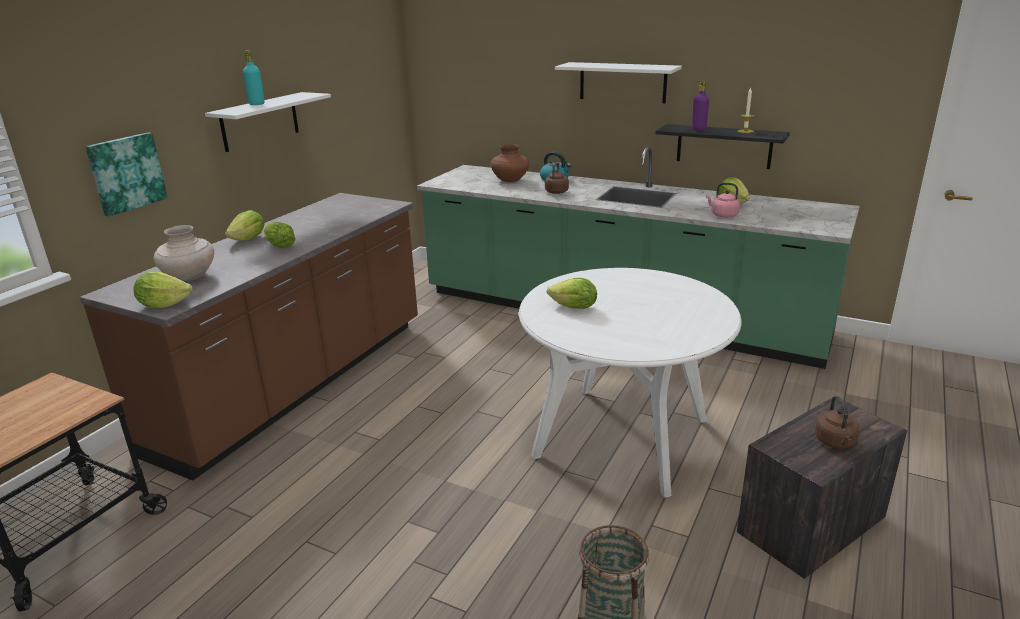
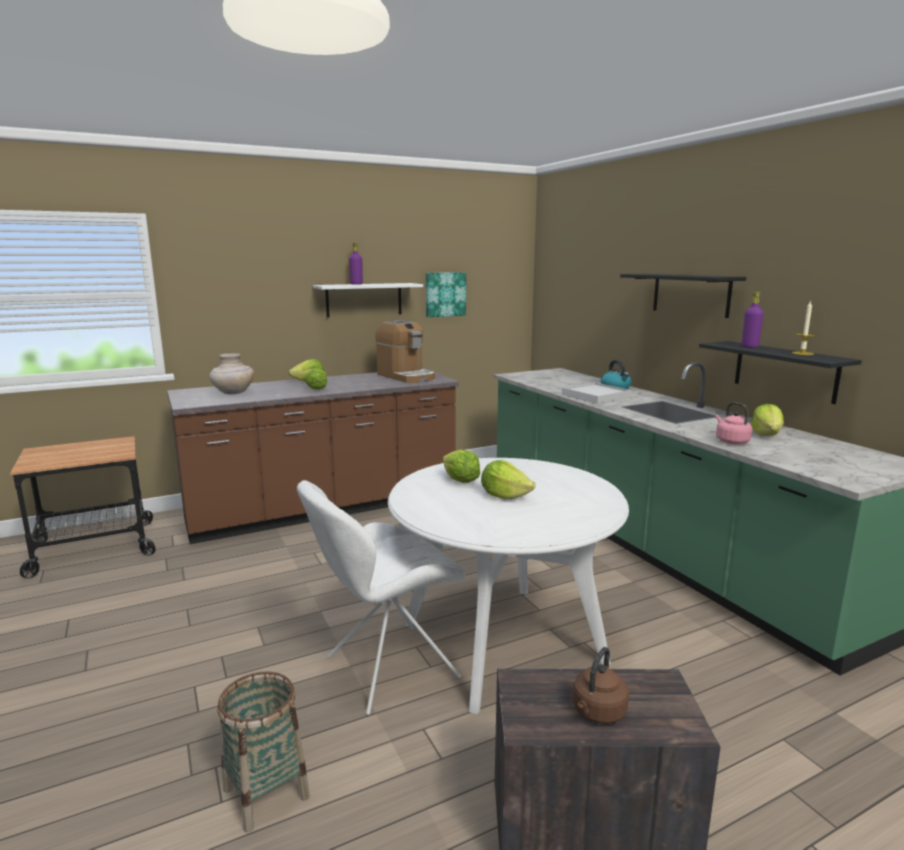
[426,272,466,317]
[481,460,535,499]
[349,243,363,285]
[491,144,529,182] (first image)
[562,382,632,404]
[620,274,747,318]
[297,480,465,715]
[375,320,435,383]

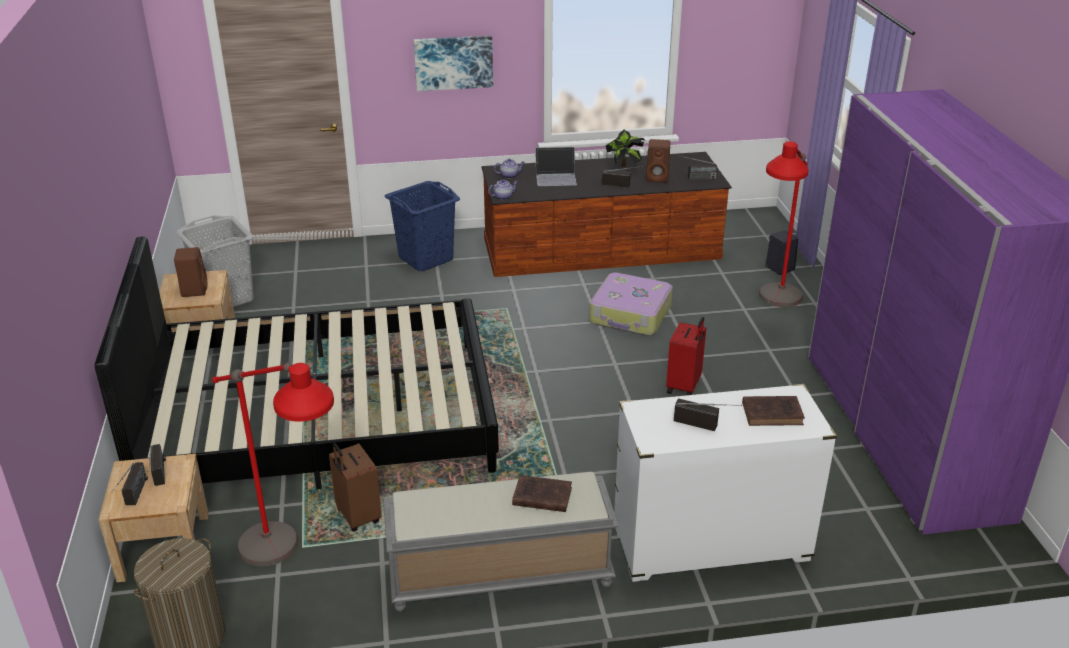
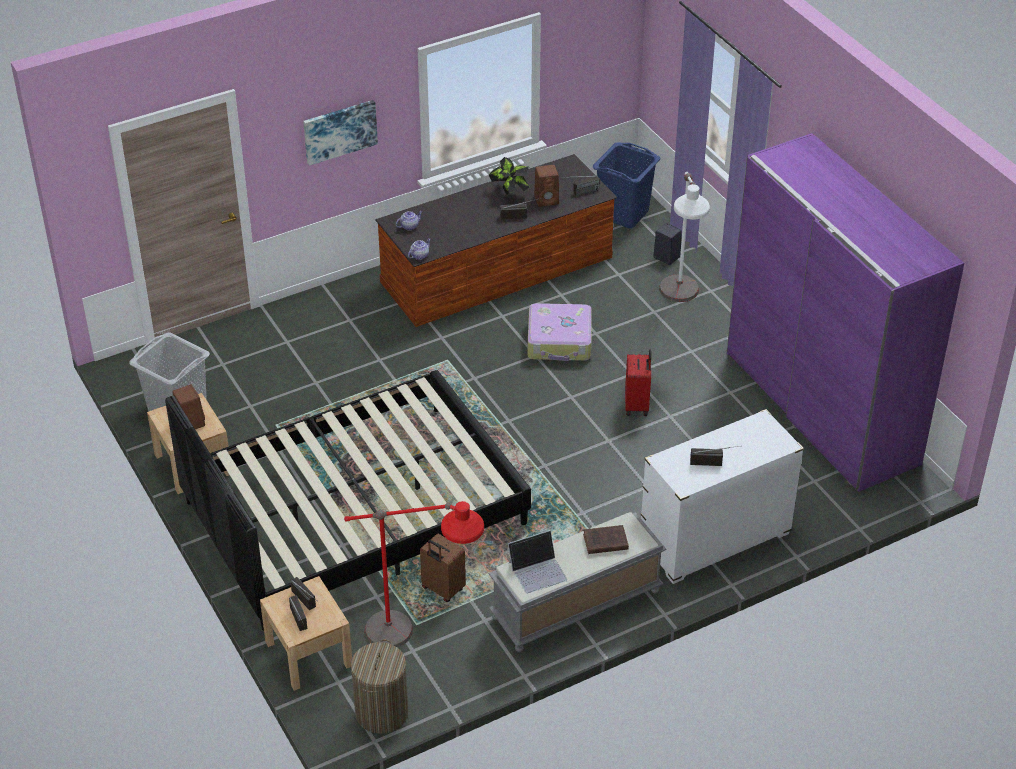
[593,142,660,228]
[508,530,567,594]
[742,396,805,426] (first image)
[659,172,710,302]

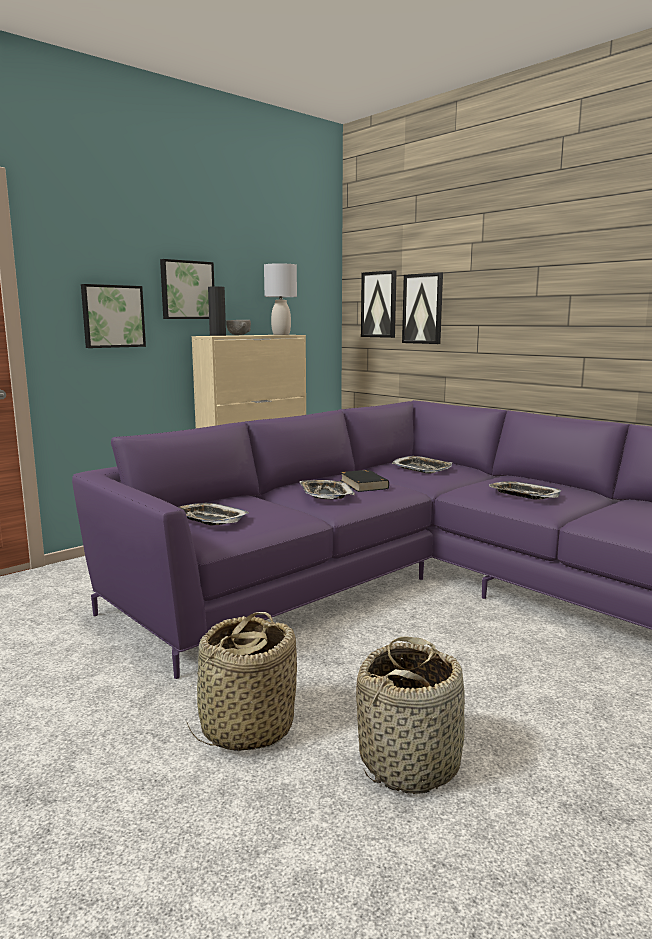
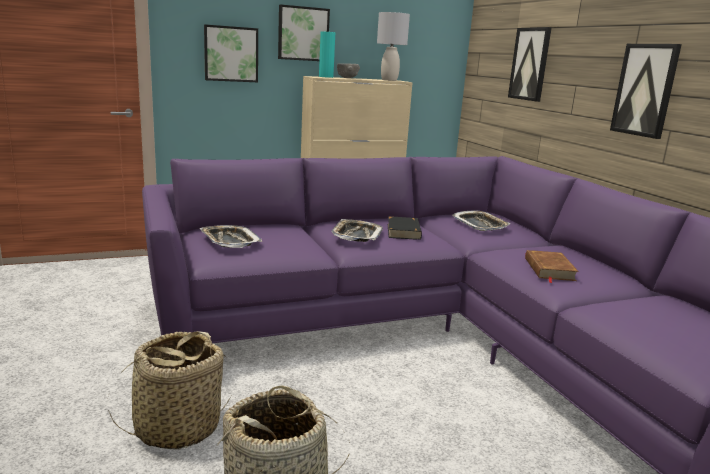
[319,31,335,78]
[610,44,682,139]
[525,250,579,283]

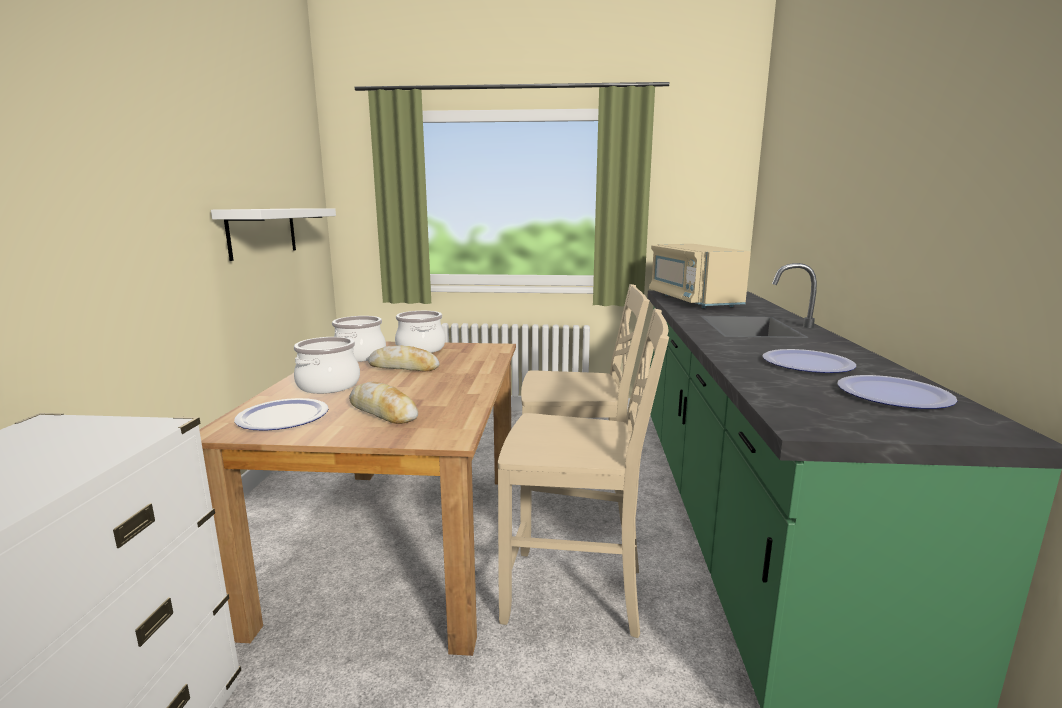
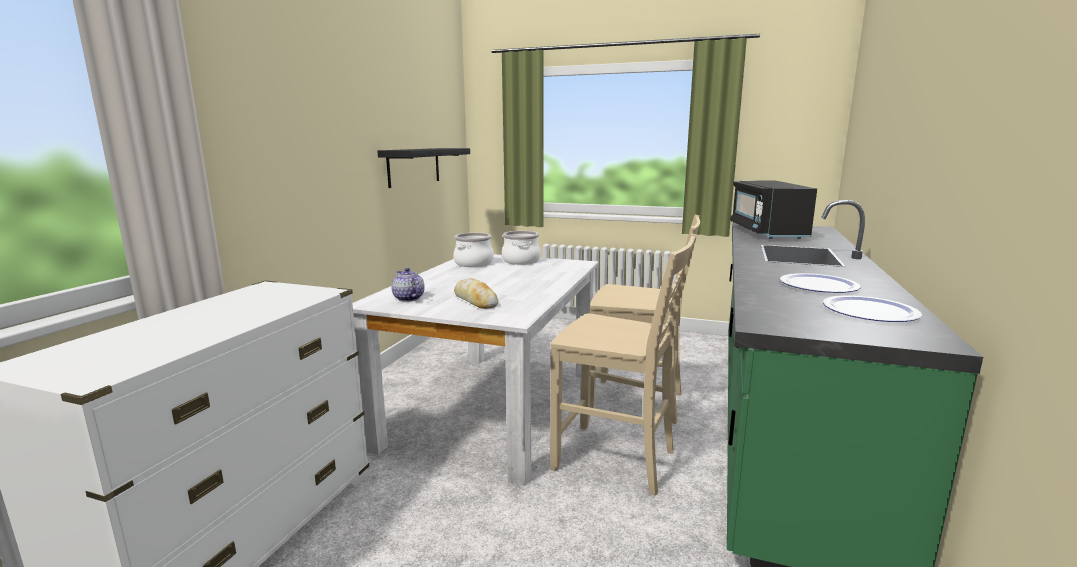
[352,254,599,486]
[378,148,470,188]
[392,268,425,302]
[294,337,360,394] (first image)
[368,345,439,372] (first image)
[730,181,817,239]

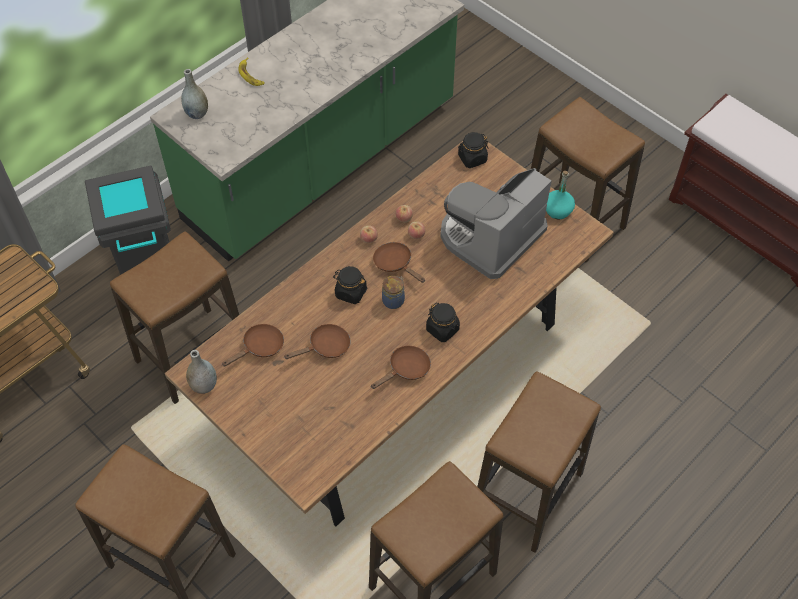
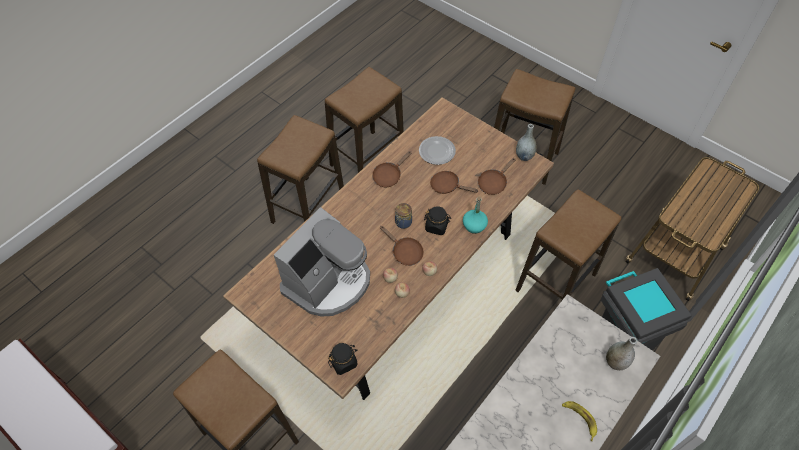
[430,171,478,194]
[426,303,460,342] (first image)
[463,196,488,234]
[419,136,456,165]

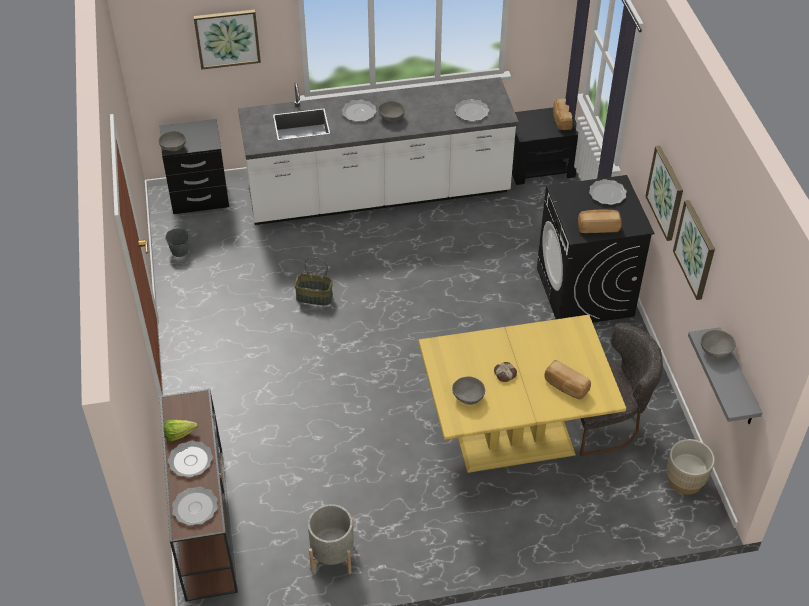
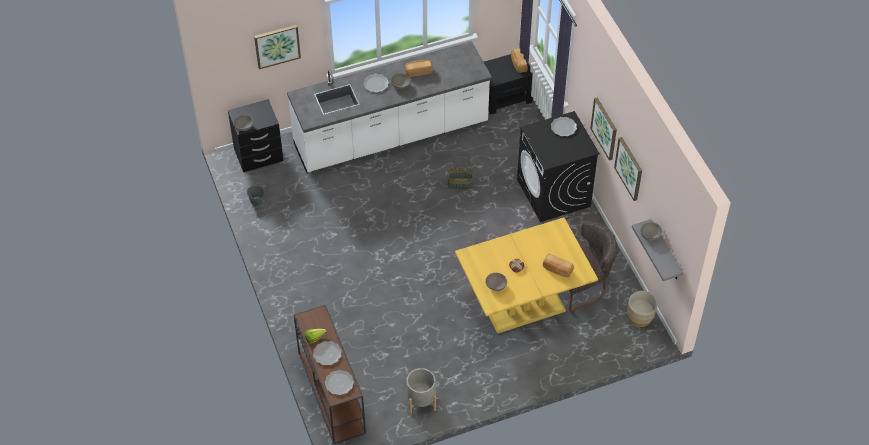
[447,157,474,189]
[454,99,489,121] (first image)
[405,60,433,77]

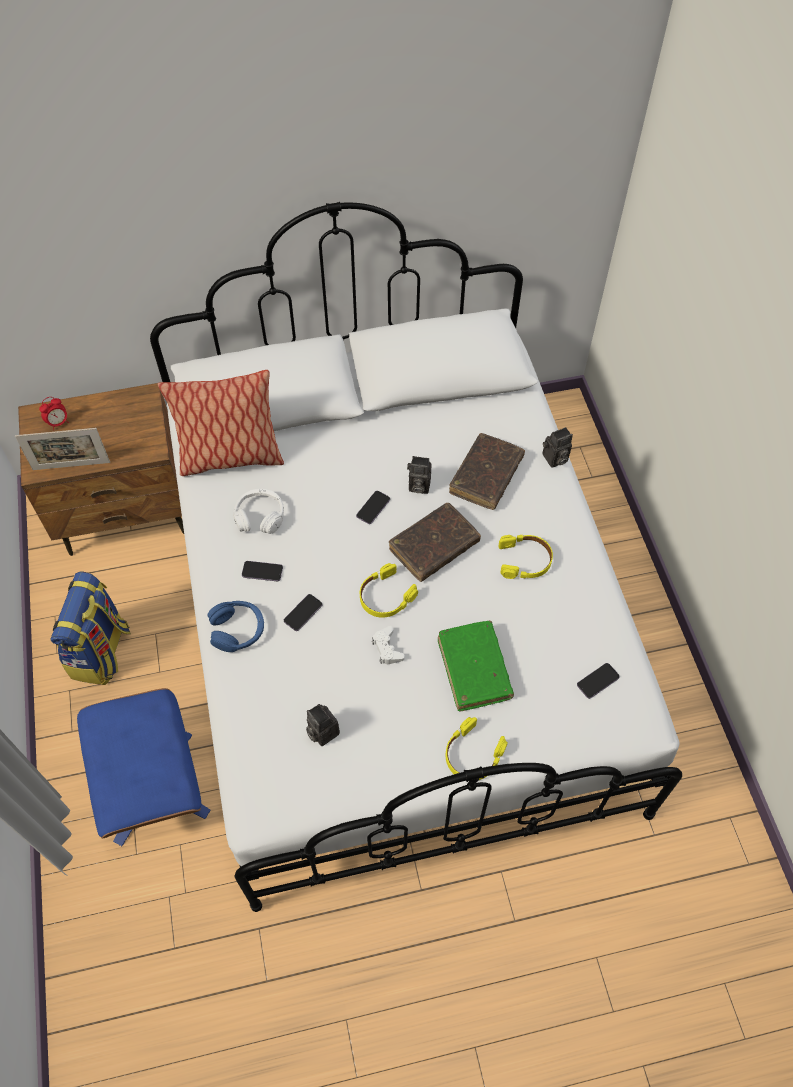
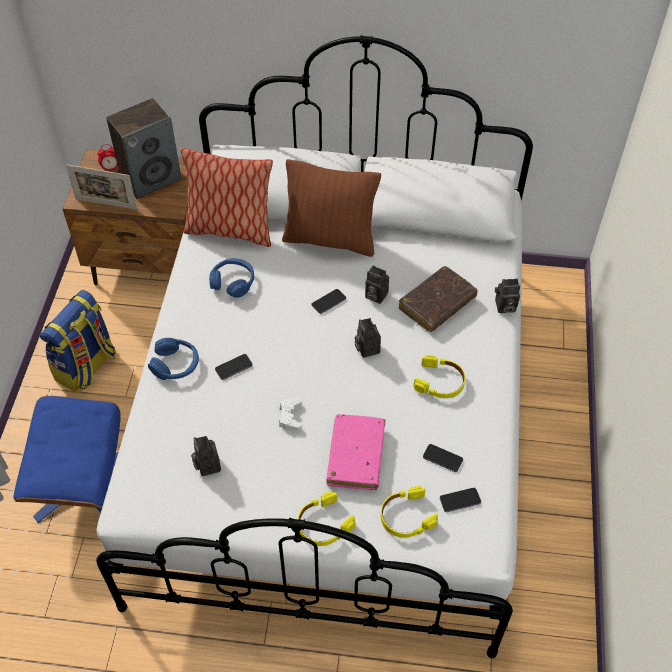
[209,258,254,298]
[423,444,463,472]
[381,486,438,538]
[355,318,381,358]
[326,414,386,490]
[106,98,181,199]
[282,159,381,257]

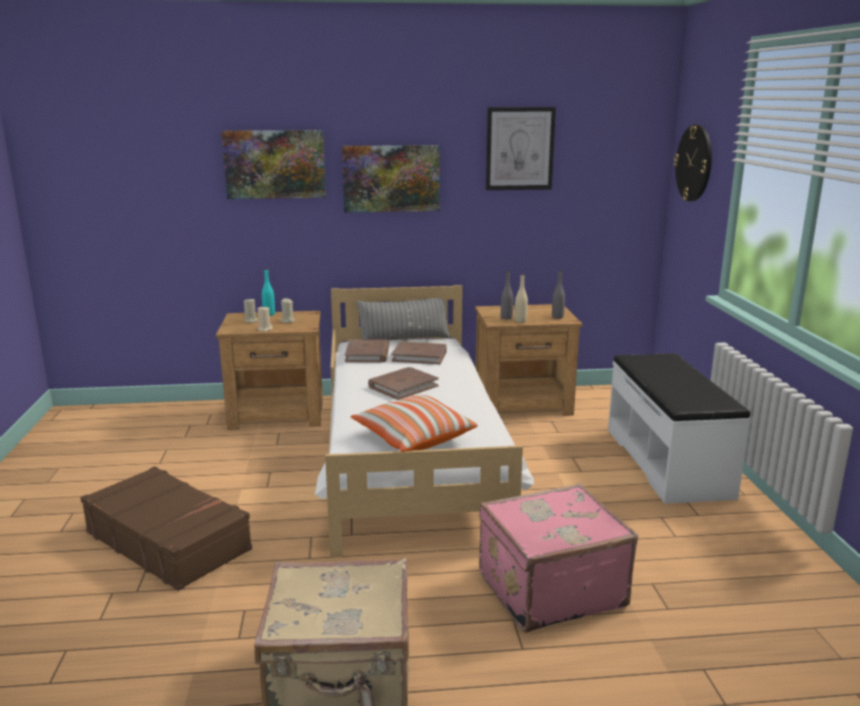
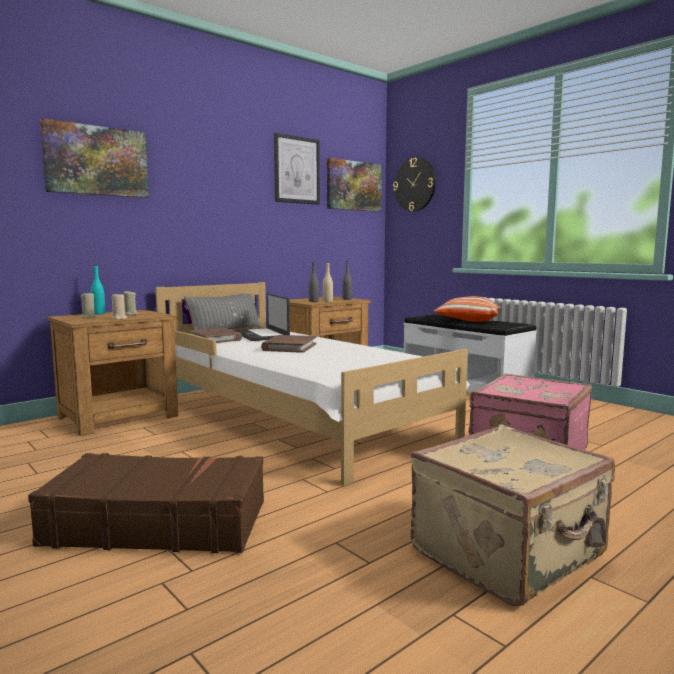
[327,158,382,212]
[434,296,499,322]
[234,294,290,341]

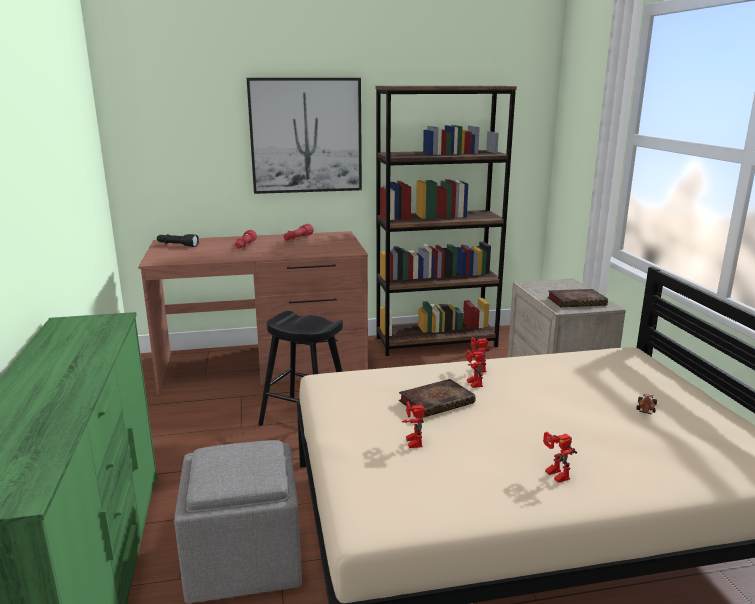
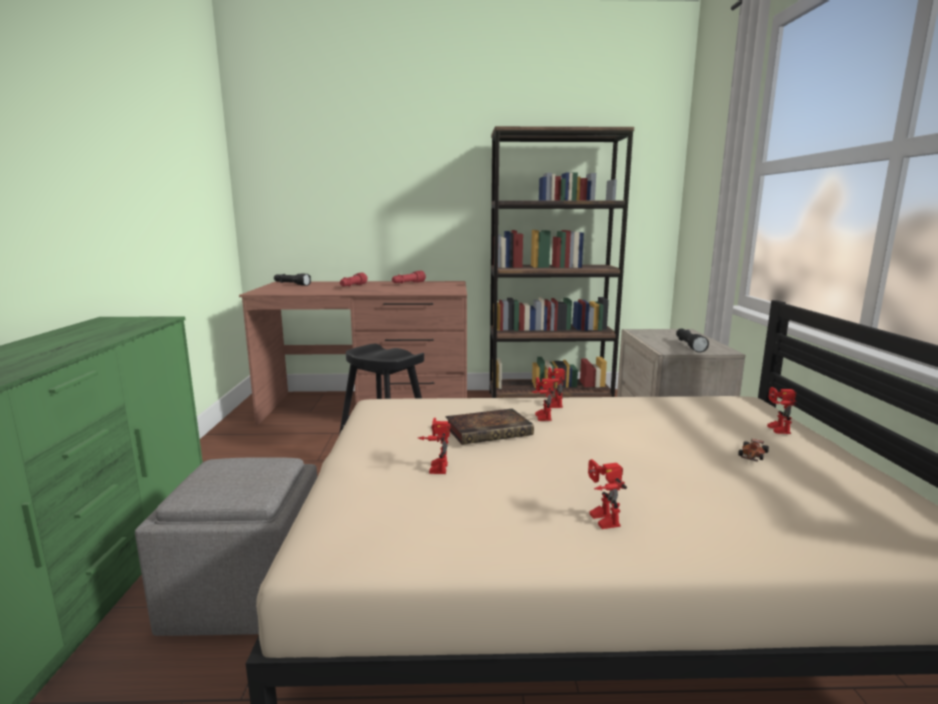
[247,78,362,194] (first image)
[676,328,709,353]
[767,387,798,434]

